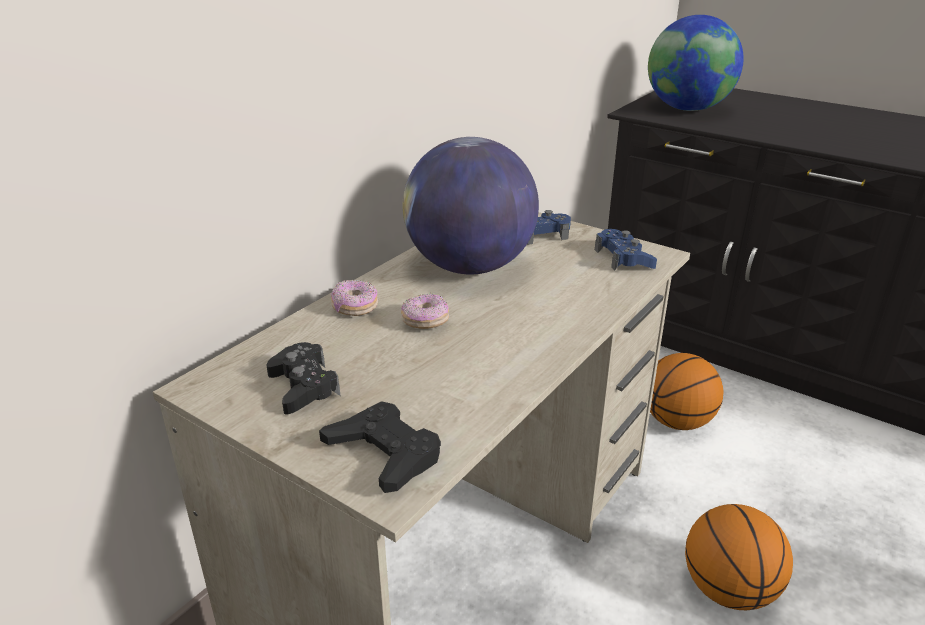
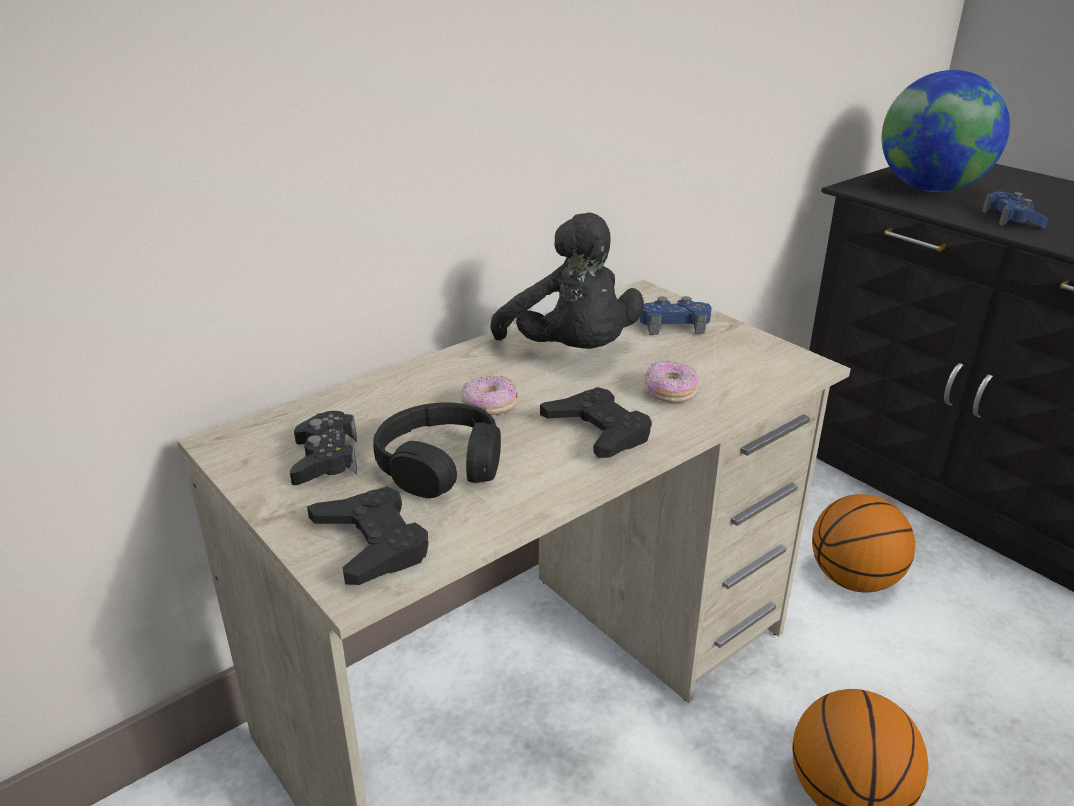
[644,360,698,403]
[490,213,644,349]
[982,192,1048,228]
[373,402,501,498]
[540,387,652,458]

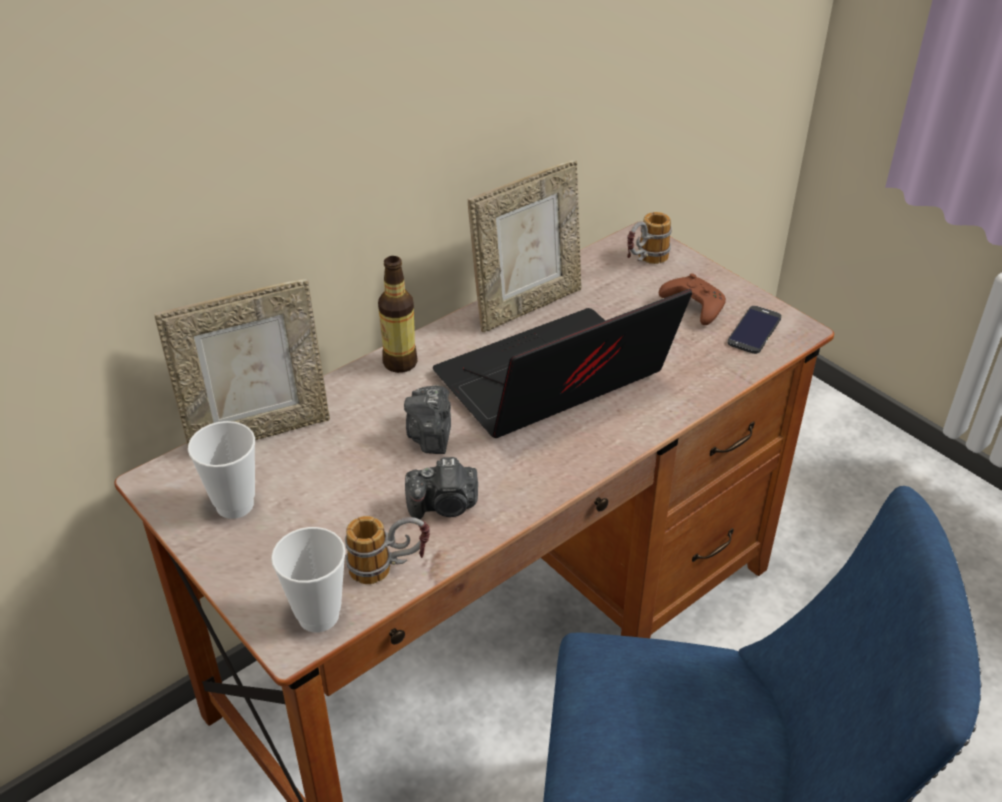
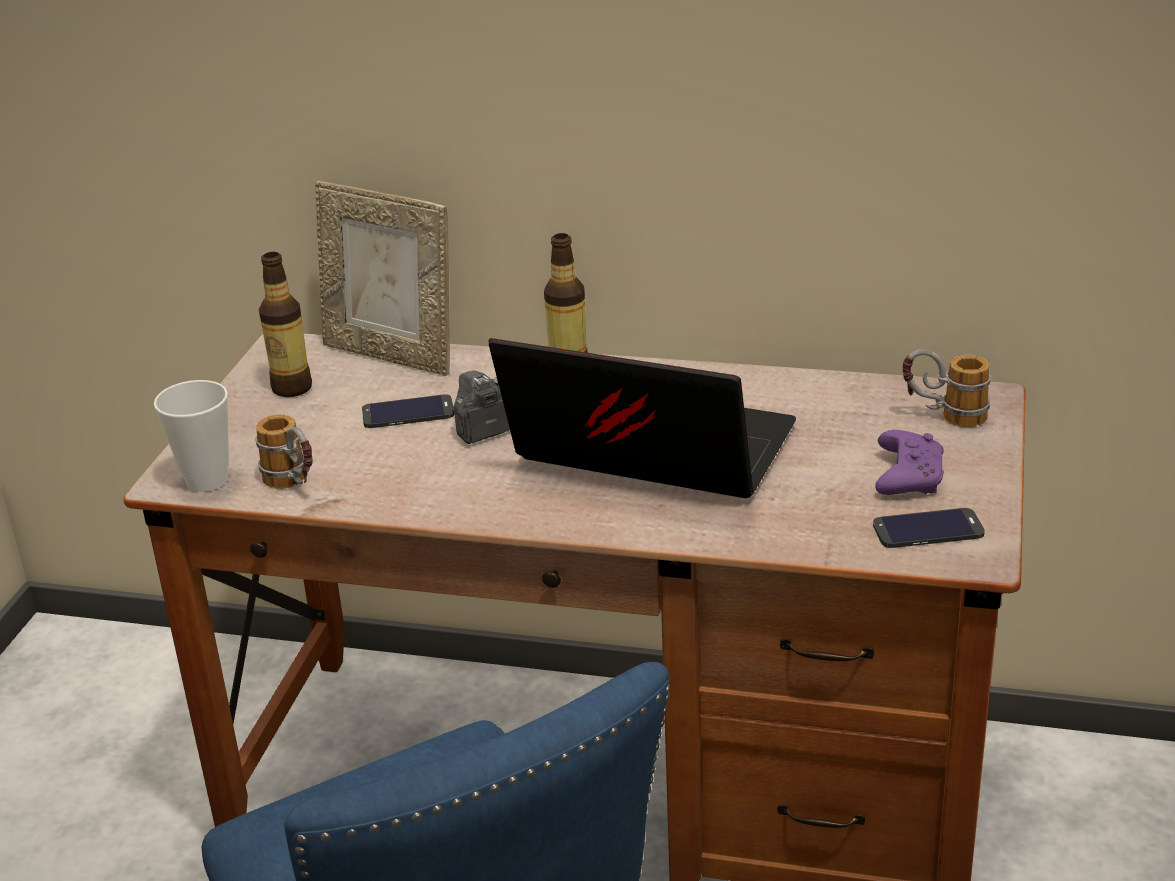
[259,252,312,397]
[405,457,478,519] (first image)
[468,160,582,332] (first image)
[875,430,944,495]
[362,394,455,428]

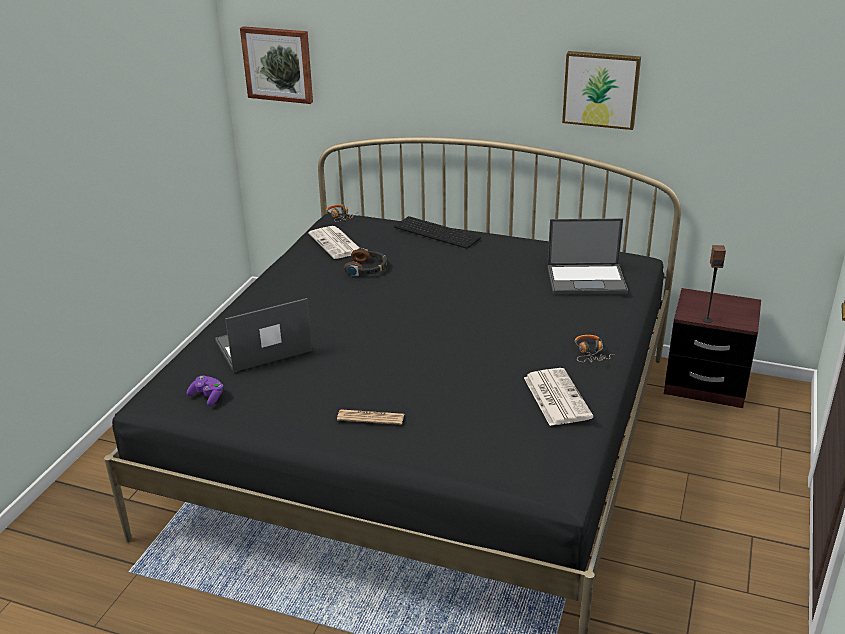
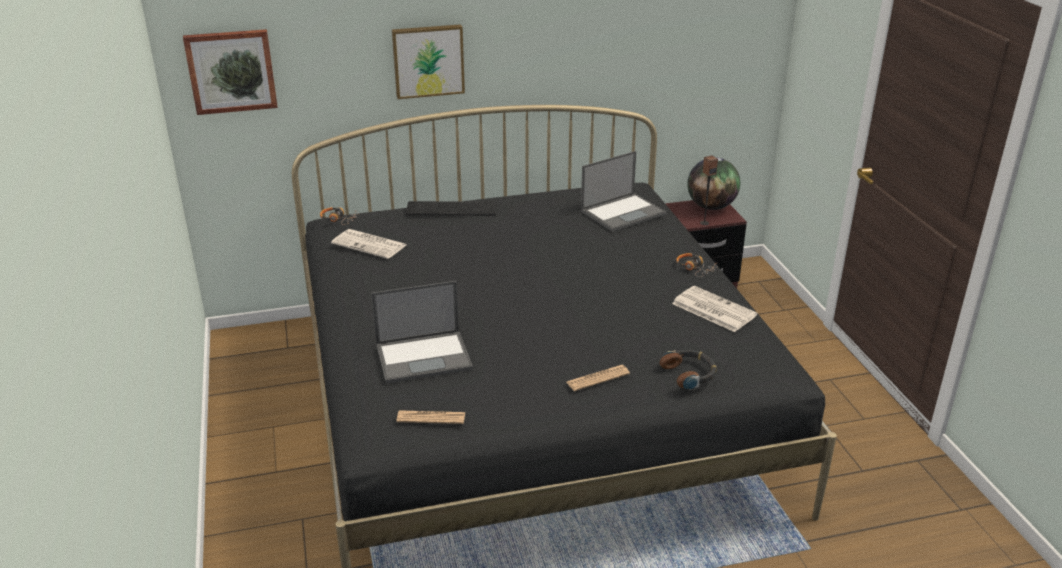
[396,410,465,424]
[371,281,473,384]
[660,350,717,390]
[392,24,465,99]
[687,157,740,210]

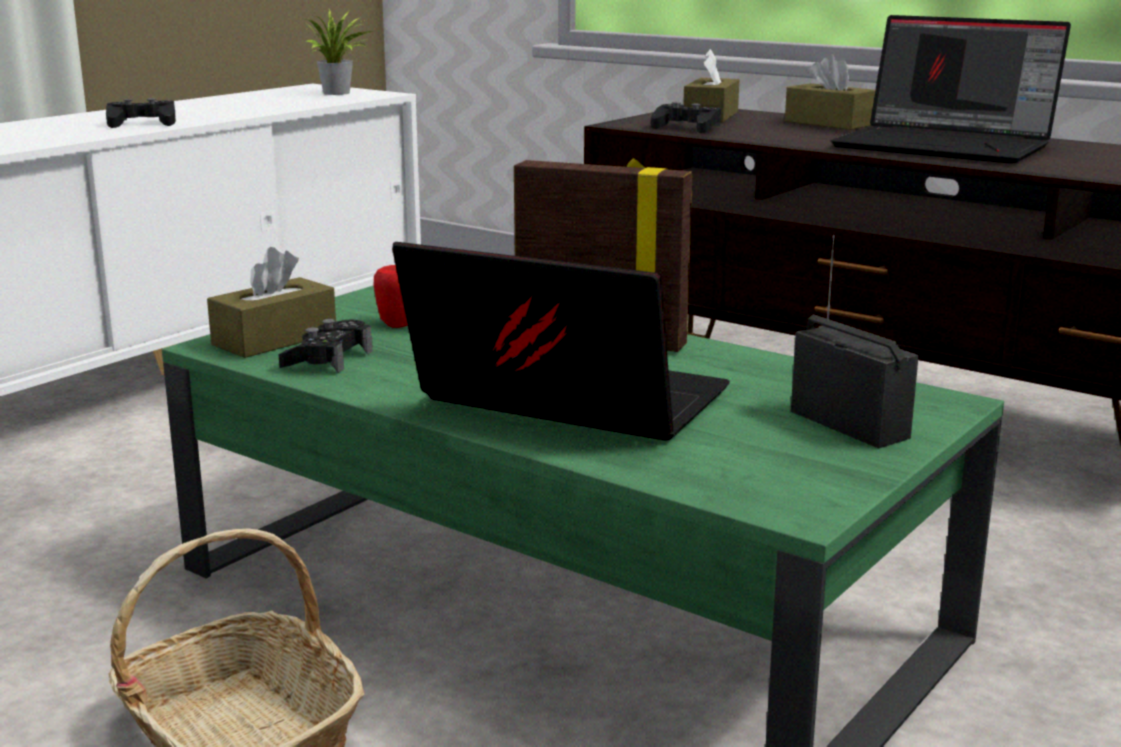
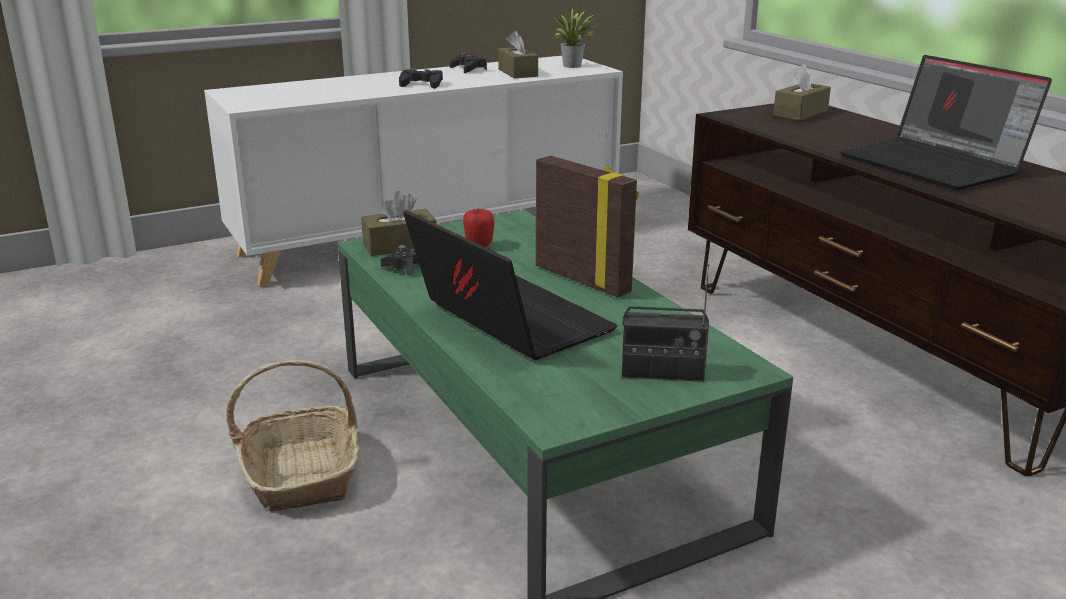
[450,53,487,73]
[498,31,538,78]
[621,264,709,382]

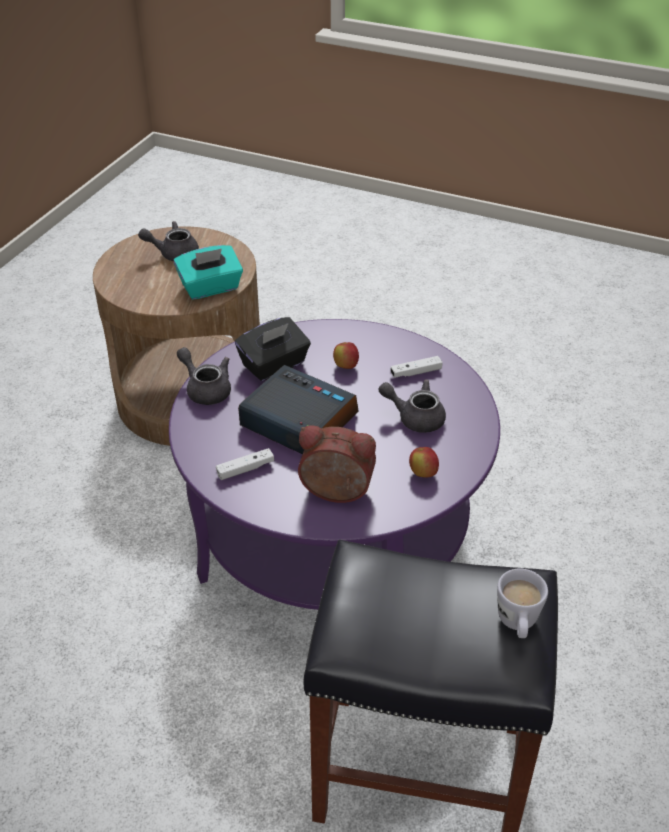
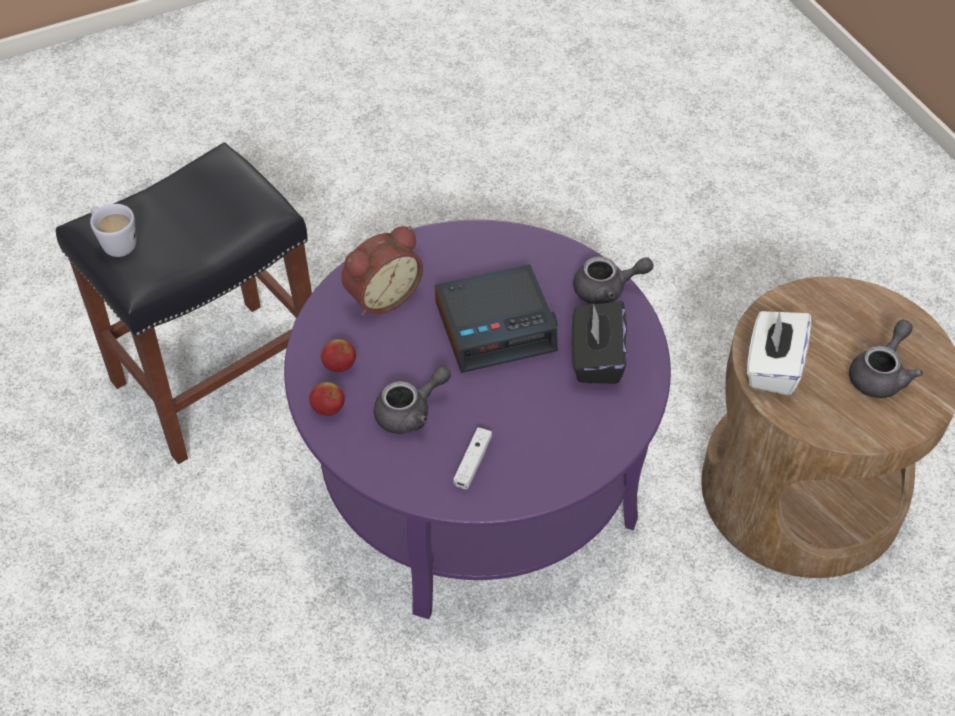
[747,311,811,395]
[216,448,274,480] (first image)
[309,382,345,416]

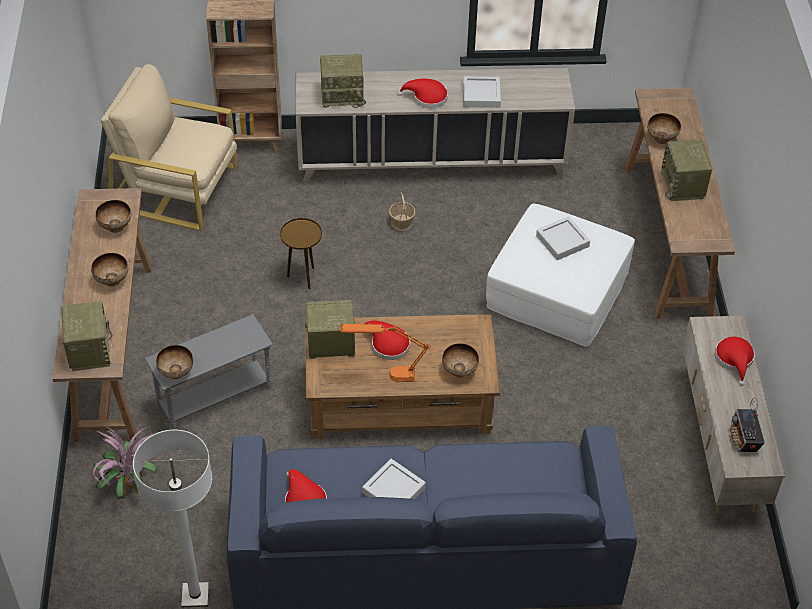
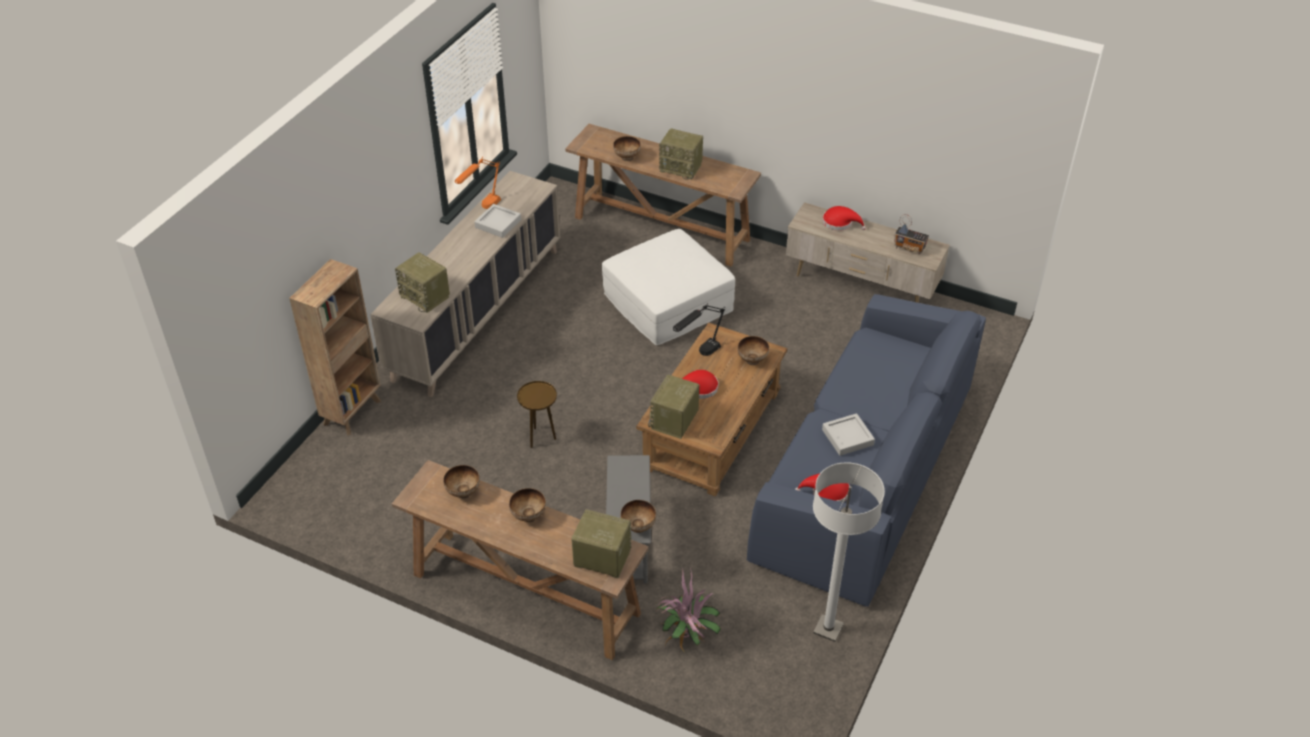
[100,64,238,231] (first image)
[395,252,450,313]
[455,158,501,209]
[389,192,415,231] (first image)
[398,79,448,108] (first image)
[536,216,590,260] (first image)
[673,303,725,356]

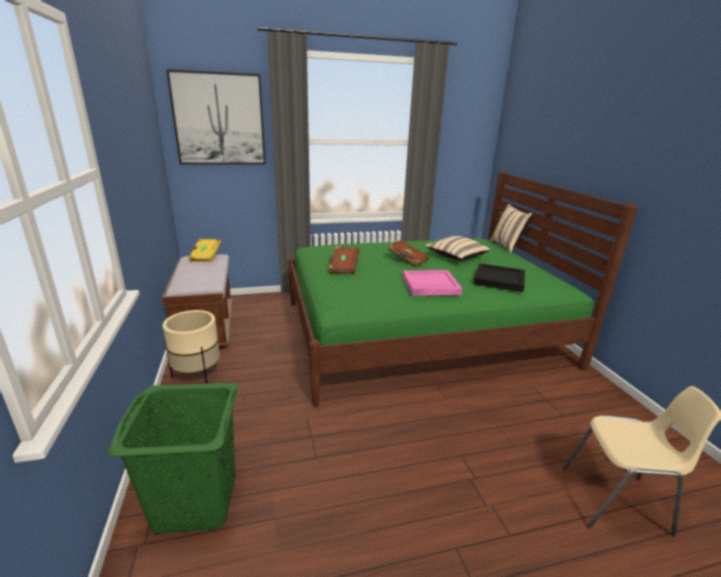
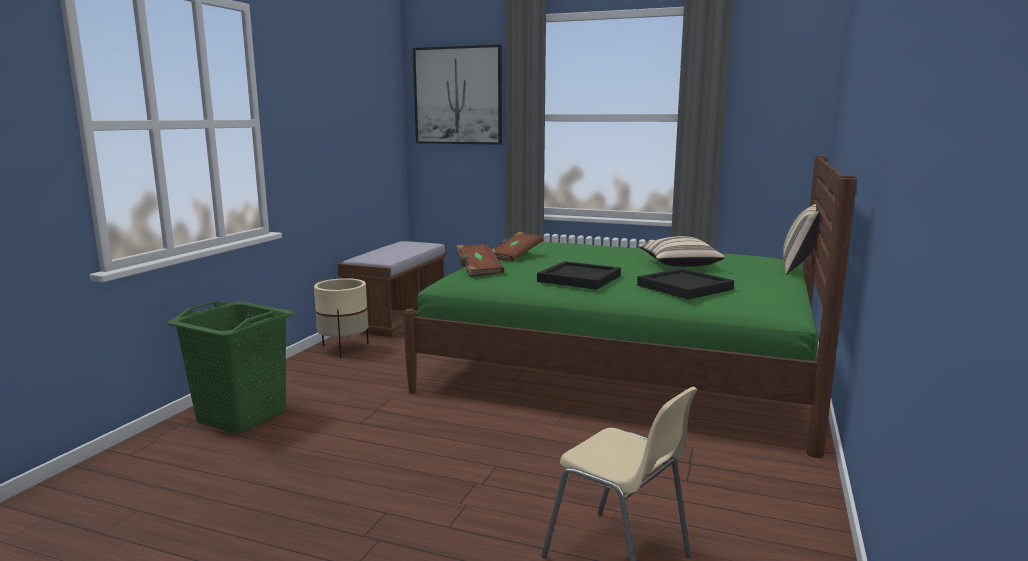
[188,238,221,262] (first image)
[456,244,504,277]
[537,261,621,290]

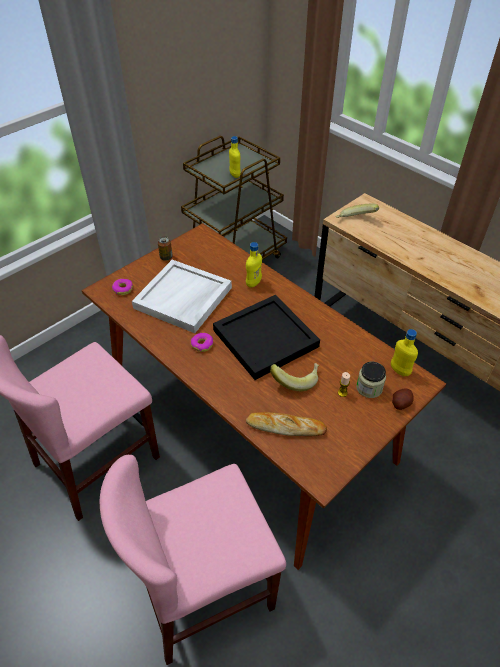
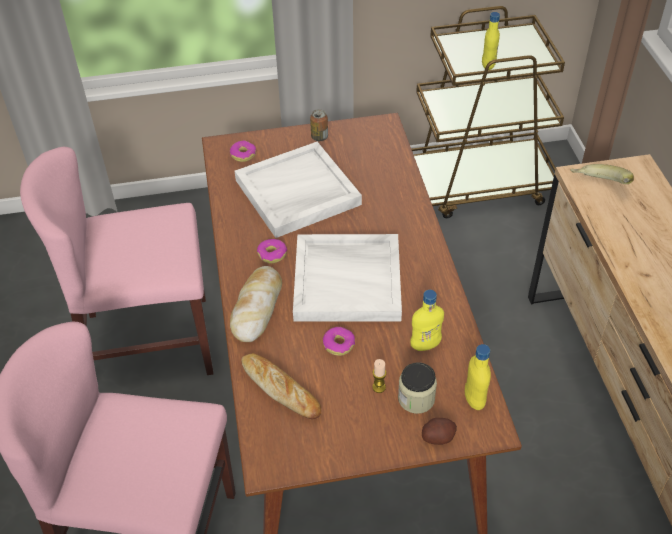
[293,234,402,322]
[410,290,444,351]
[323,327,355,356]
[230,266,282,342]

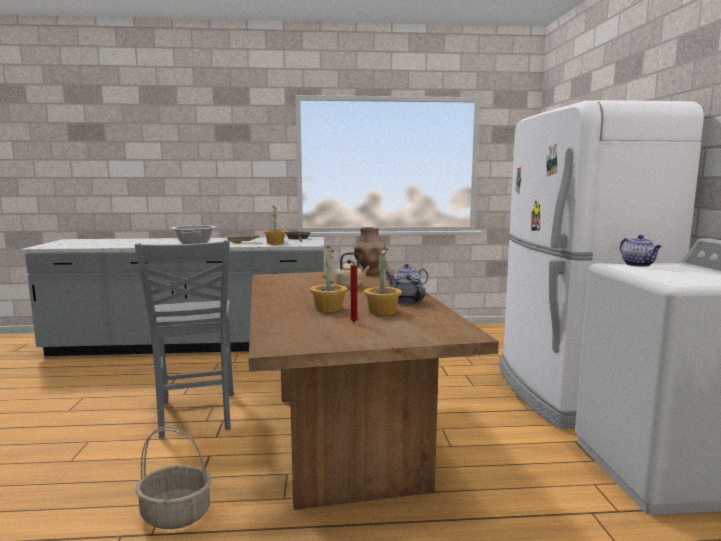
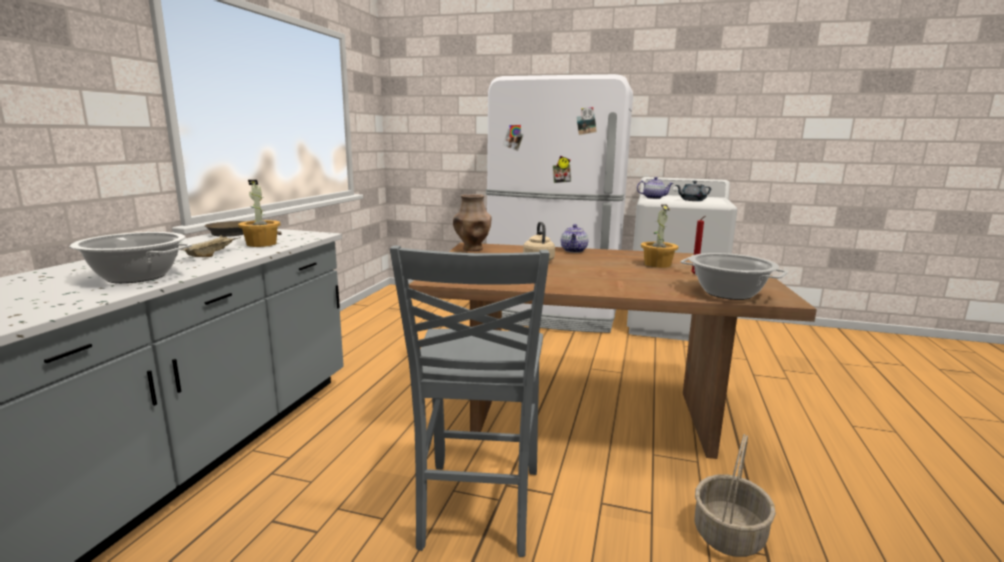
[390,245,550,557]
[310,246,348,312] (first image)
[676,181,711,201]
[680,253,788,300]

